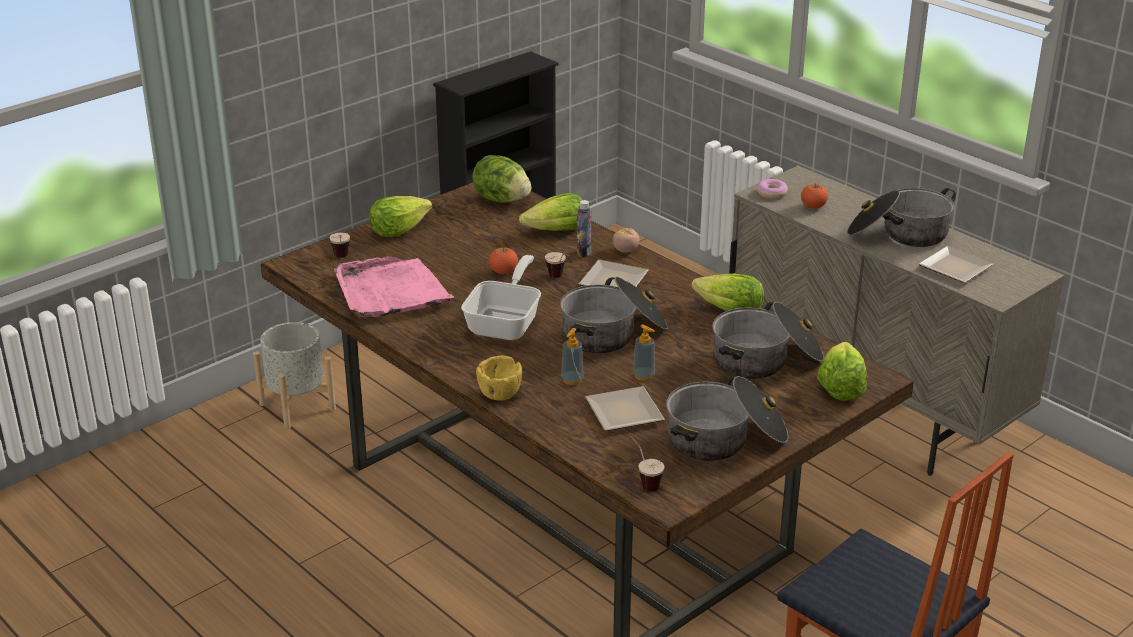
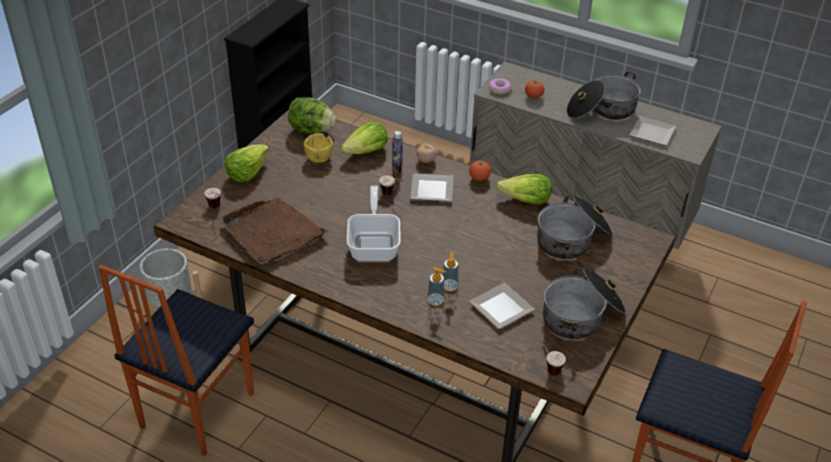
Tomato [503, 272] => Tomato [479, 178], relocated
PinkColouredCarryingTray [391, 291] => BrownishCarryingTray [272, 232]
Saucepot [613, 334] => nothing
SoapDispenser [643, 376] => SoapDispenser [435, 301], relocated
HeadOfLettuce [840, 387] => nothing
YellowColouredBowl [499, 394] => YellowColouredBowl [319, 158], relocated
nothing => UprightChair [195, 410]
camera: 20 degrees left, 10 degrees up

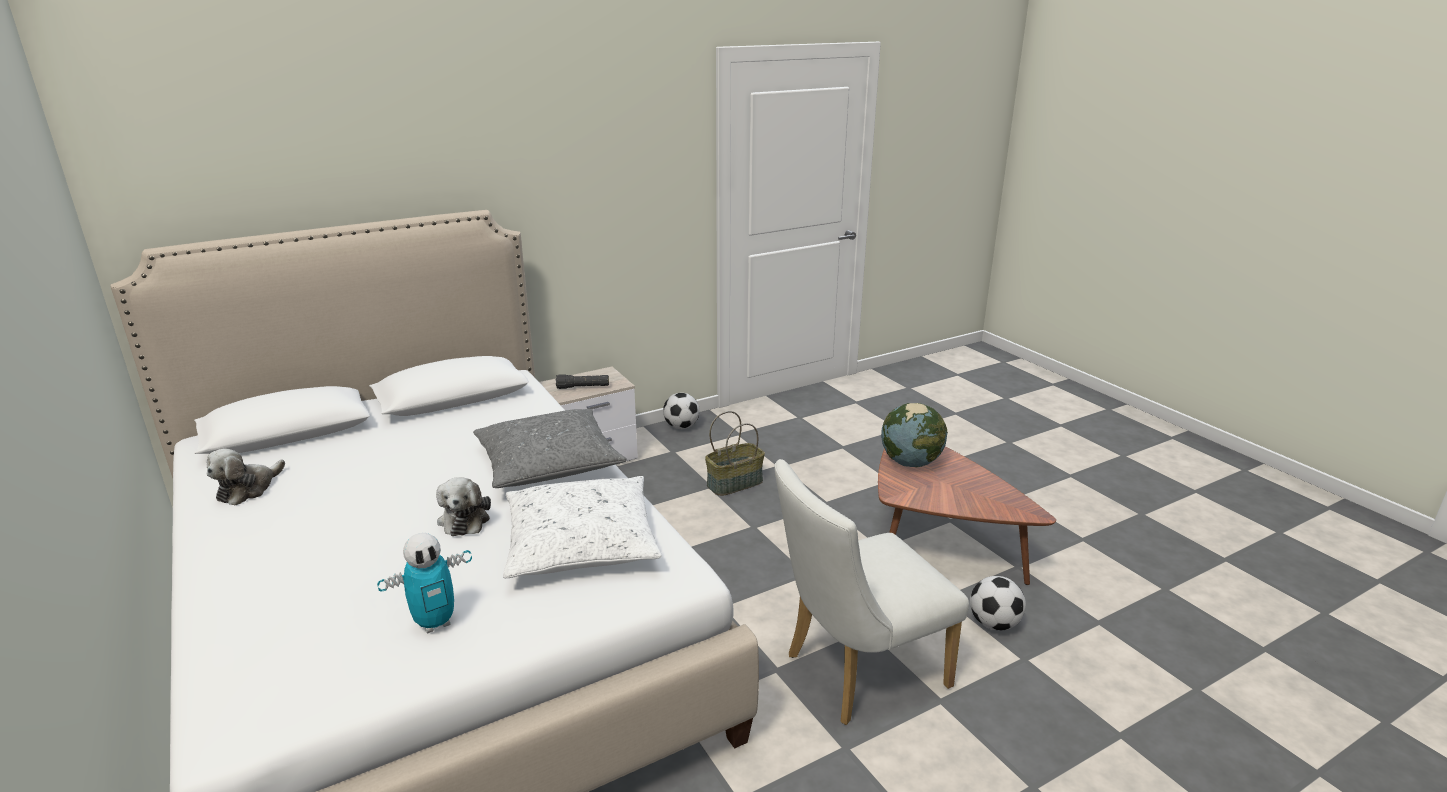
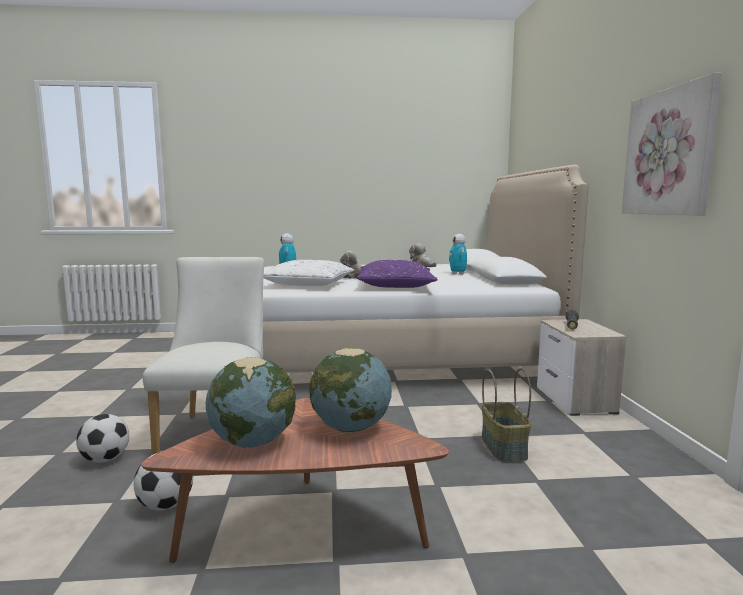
BallForFootball [681, 427] => BallForFootball [105, 459], relocated
GreyishCushion [548, 463] => PurpleColouredCushion [395, 285]
nothing => WallArt [669, 152]
nothing => ModelRobot [457, 274]
nothing => Globe [253, 442]
camera: 115 degrees right, 15 degrees down

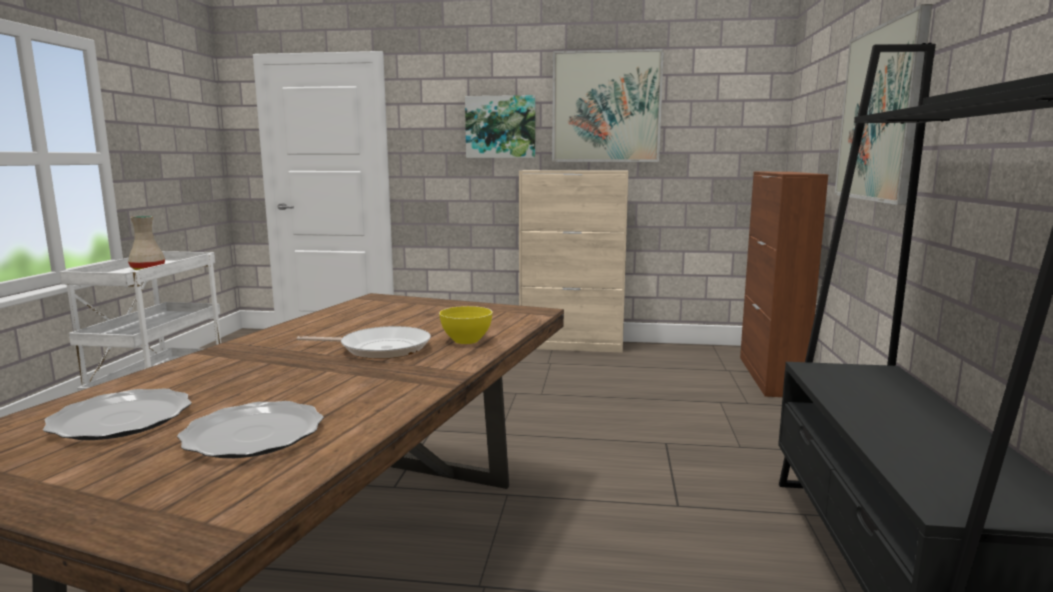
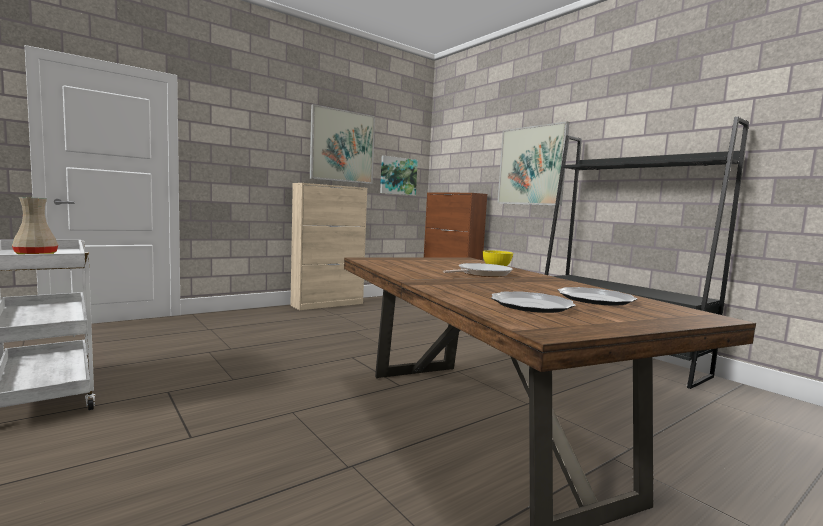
WallArt [500, 127] => WallArt [398, 176], relocated
camera: 45 degrees left, 5 degrees down

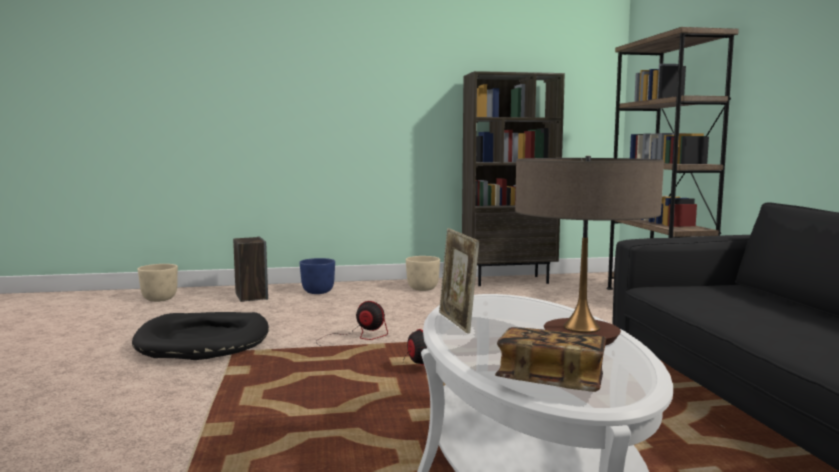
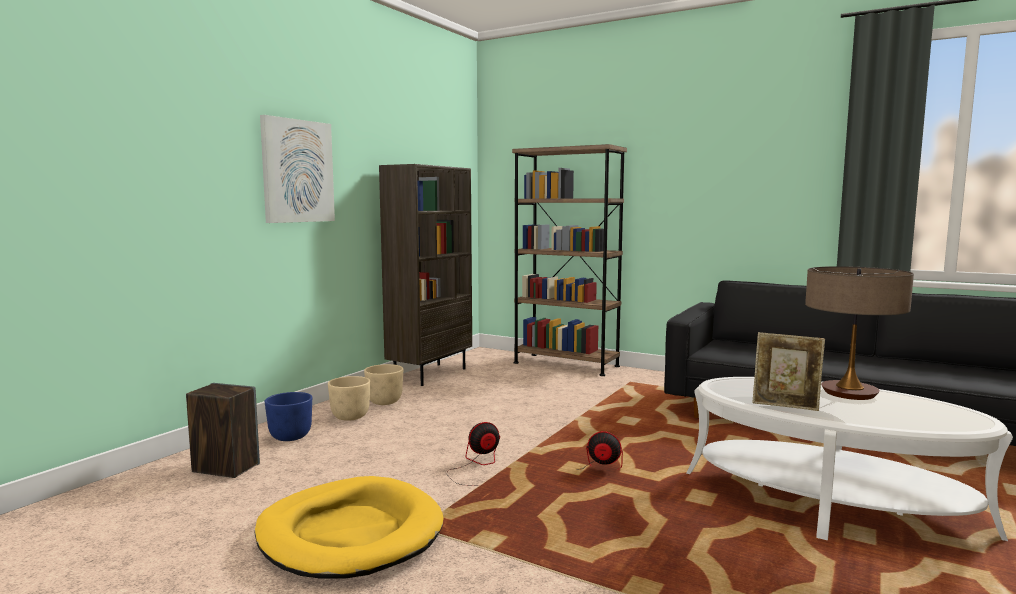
SandColouredPlanter [159, 299] => SandColouredPlanter [351, 417], relocated
BlackishPetBed [204, 341] => YellowColouredPetBed [350, 533]
Volume [551, 383] => nothing
nothing => WallArt [297, 171]
camera: 50 degrees left, 0 degrees up

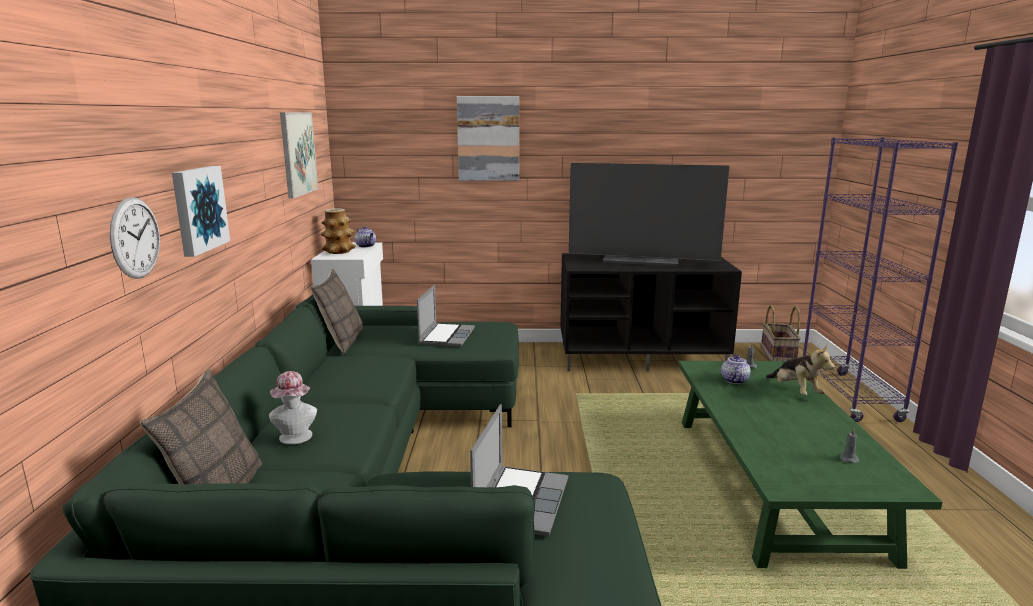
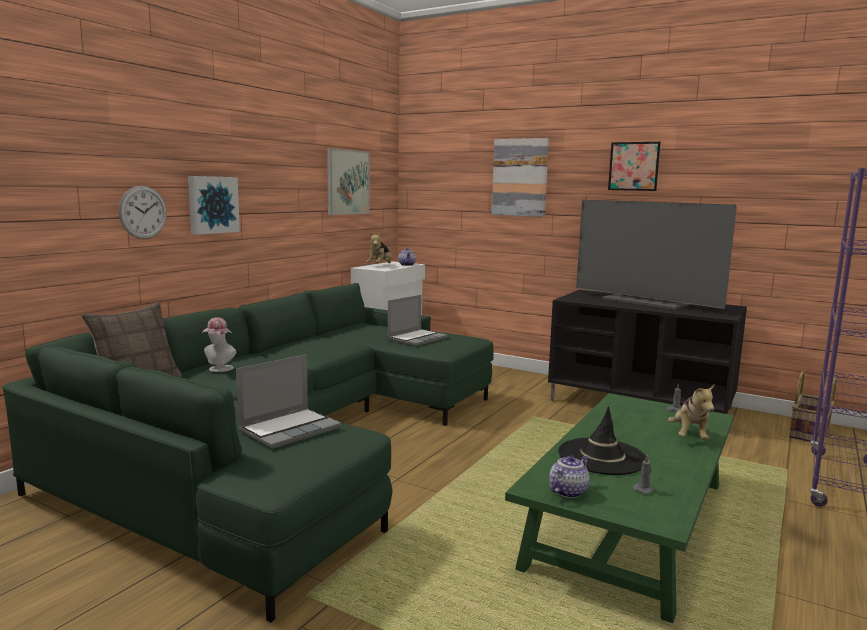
FlowerVase [339, 251] => CuddlyToy [380, 265]
Cushion [341, 342] => nothing
Teapot [734, 380] => Teapot [568, 491], relocated
nothing => WallArt [633, 166]
nothing => BlackishClothingHat [601, 456]
camera: 30 degrees right, 5 degrees down

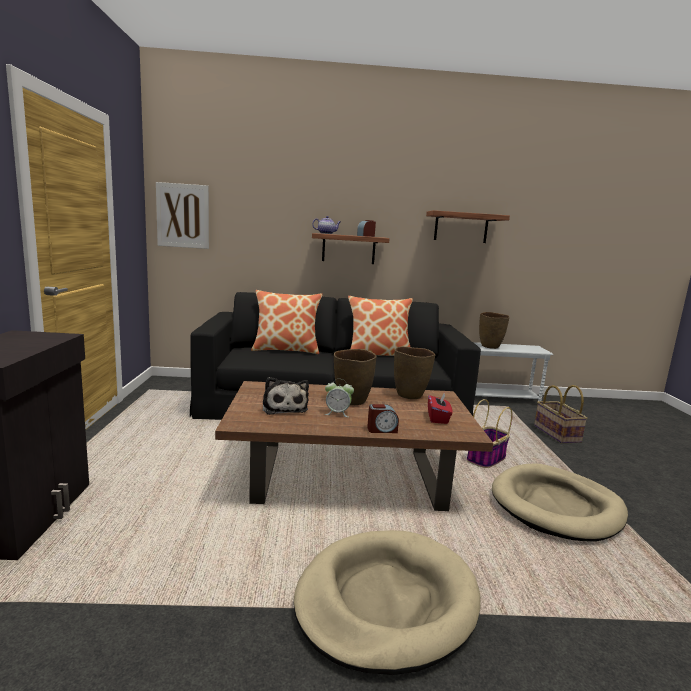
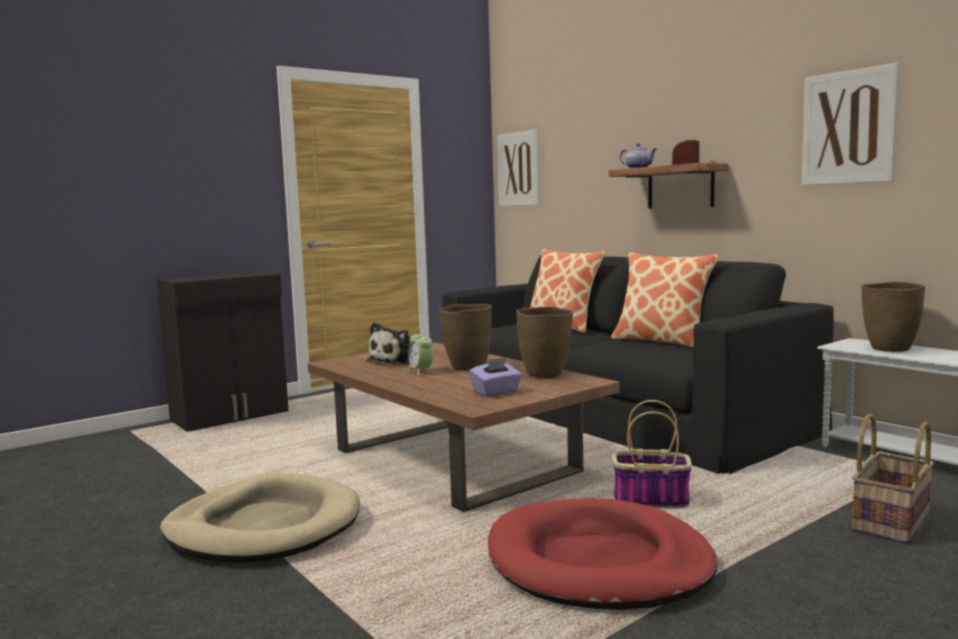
Shelf [461, 227] => WallArt [848, 127]
RedColouredTissueBox [438, 418] => PurpleColouredTissueBox [496, 392]
BedsideClock [382, 430] => nothing
SandColouredPetBed [556, 506] => RedColouredPetBed [598, 562]
camera: 55 degrees right, 5 degrees down

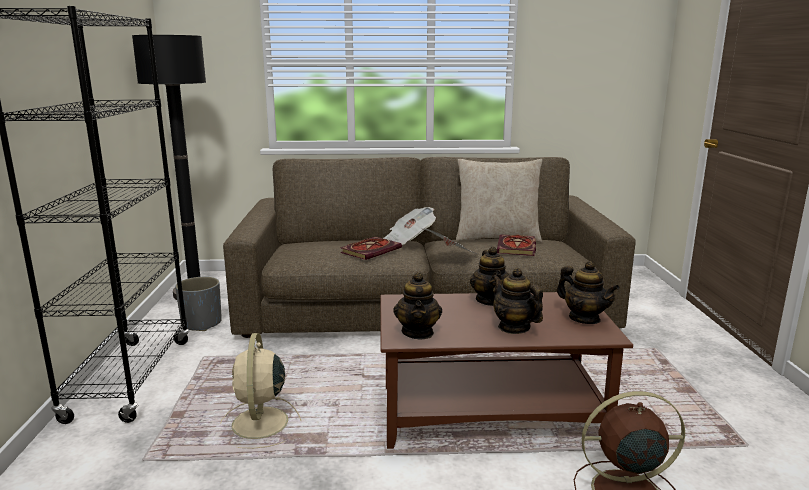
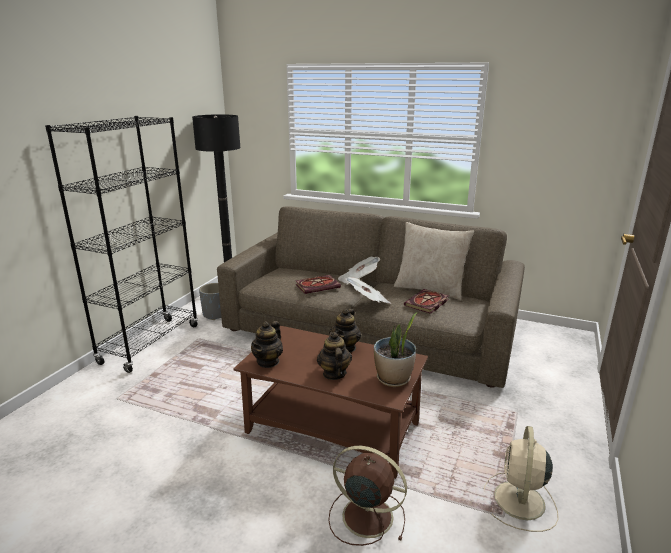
Teapot [584, 318] => Houseplant [393, 379]
SandColouredCoolingFan [260, 425] => SandColouredCoolingFan [519, 502], relocated
camera: 25 degrees right, 5 degrees up

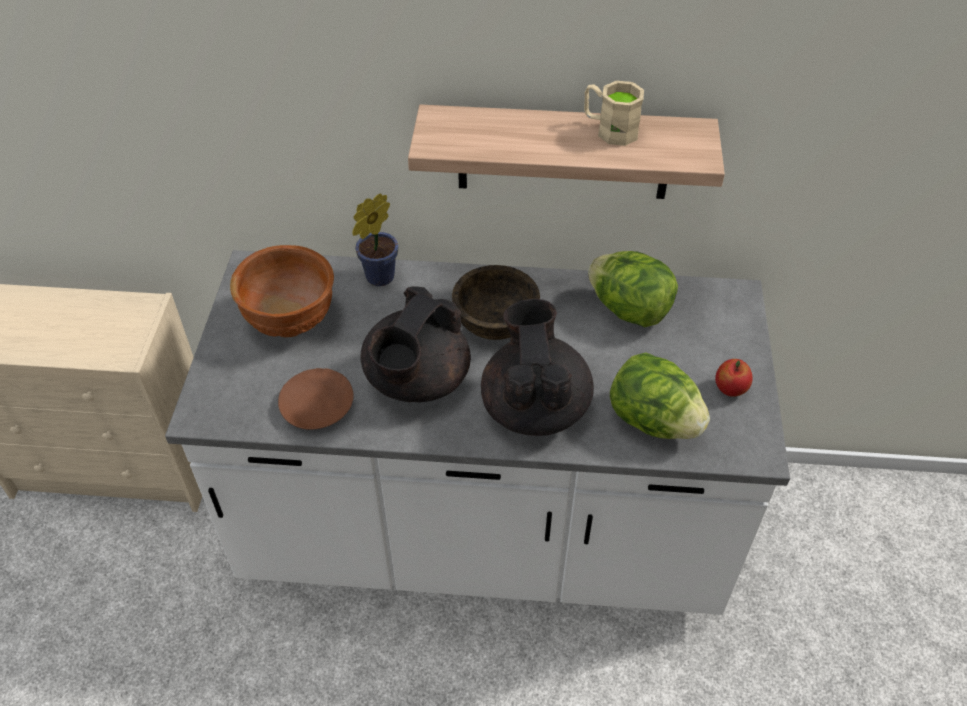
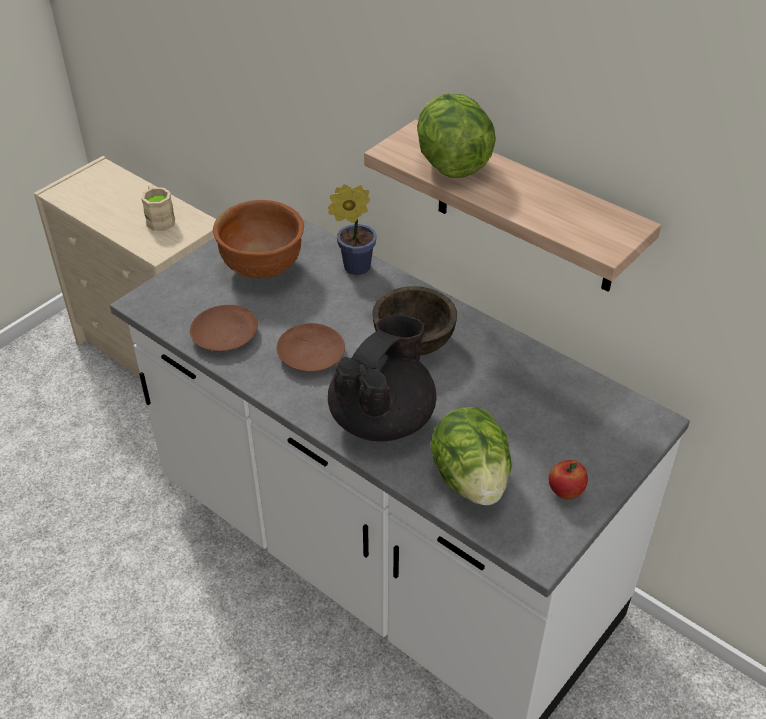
SandColouredTeaMug [609, 130] => SandColouredTeaMug [159, 218], relocated
HeadOfLettuce [629, 310] => HeadOfLettuce [451, 164], relocated
BlackishTeapot [416, 381] => BrownishDinnerPlate [311, 354]
camera: 35 degrees right, 5 degrees down

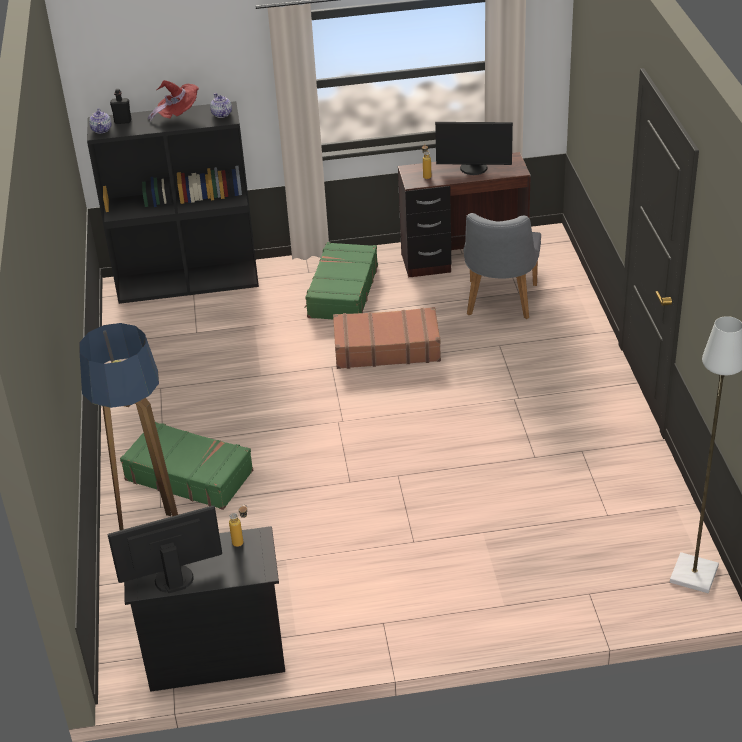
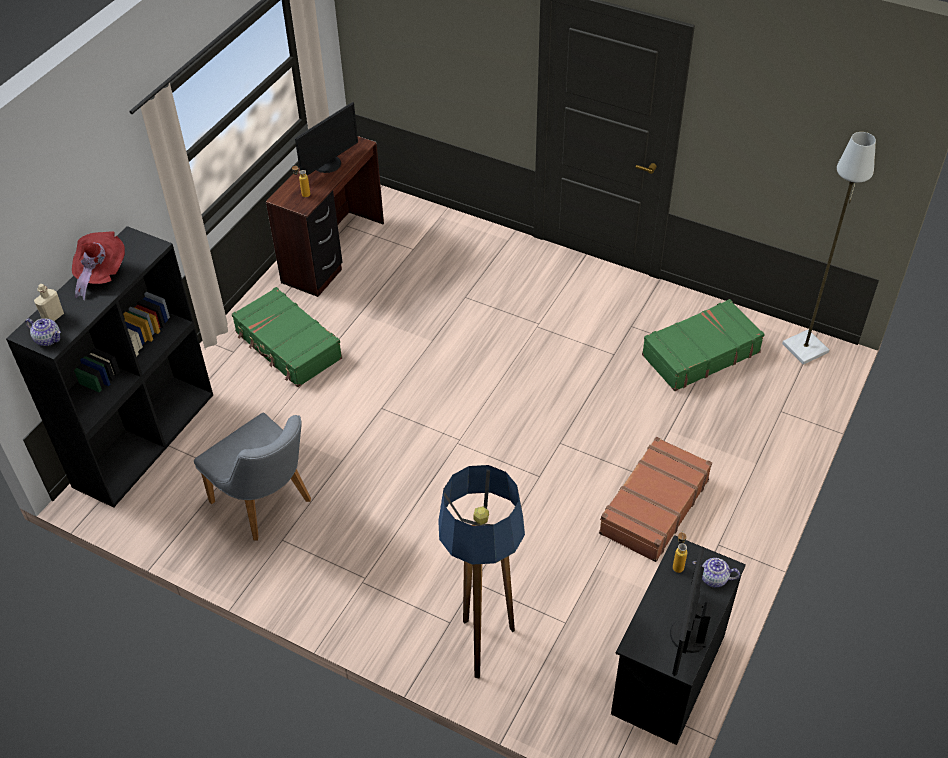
BlackishDrinkBottle [123, 121] => SandColouredDrinkBottle [53, 317]
Teapot [221, 114] => Teapot [714, 578], relocated
GreyishUprightChair [499, 304] => GreyishUprightChair [267, 505], relocated
BrownishSuitcase [386, 348] => BrownishSuitcase [653, 507], relocated
GreenishSuitcase [189, 475] => GreenishSuitcase [700, 353], relocated
camera: 55 degrees left, 10 degrees up

